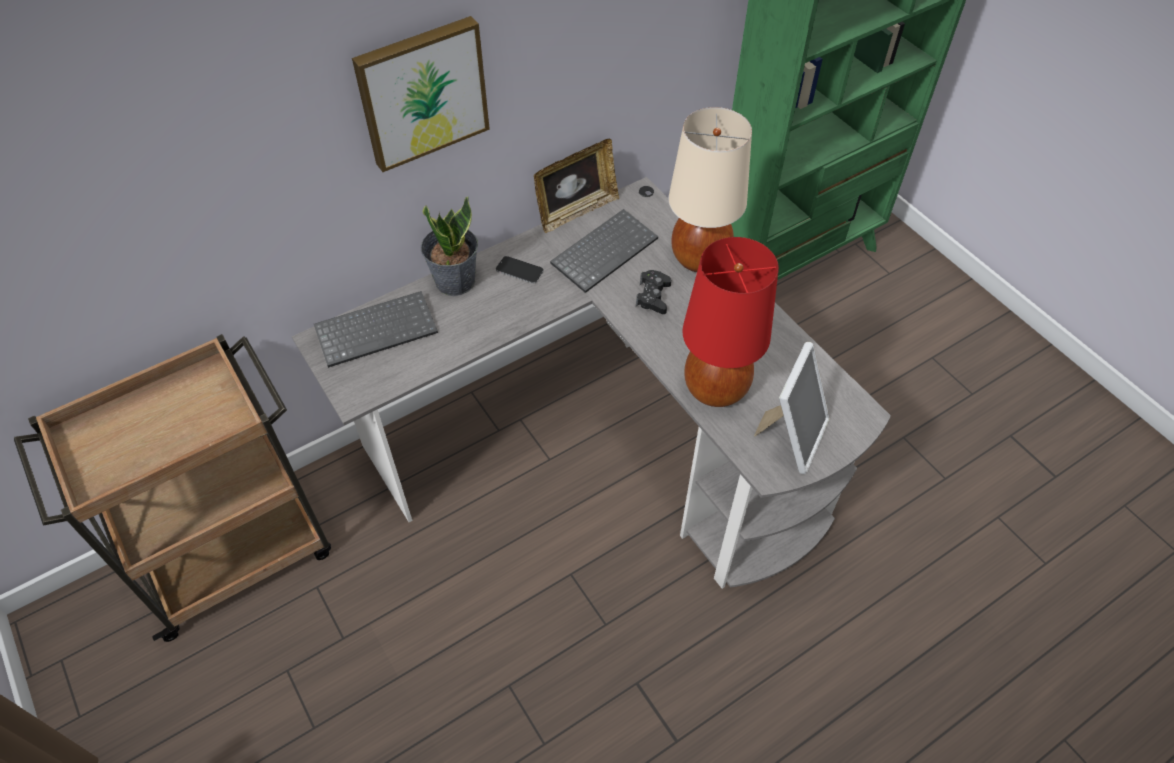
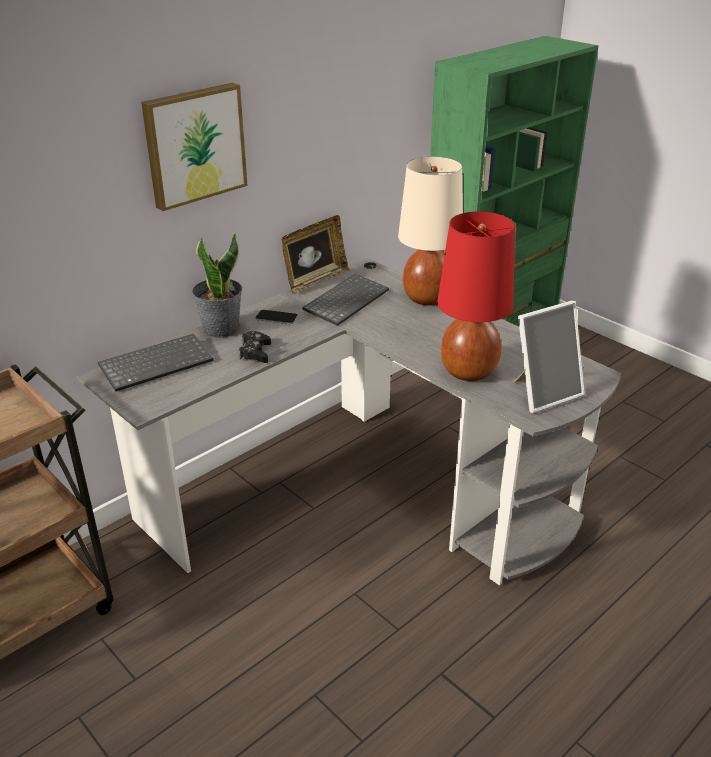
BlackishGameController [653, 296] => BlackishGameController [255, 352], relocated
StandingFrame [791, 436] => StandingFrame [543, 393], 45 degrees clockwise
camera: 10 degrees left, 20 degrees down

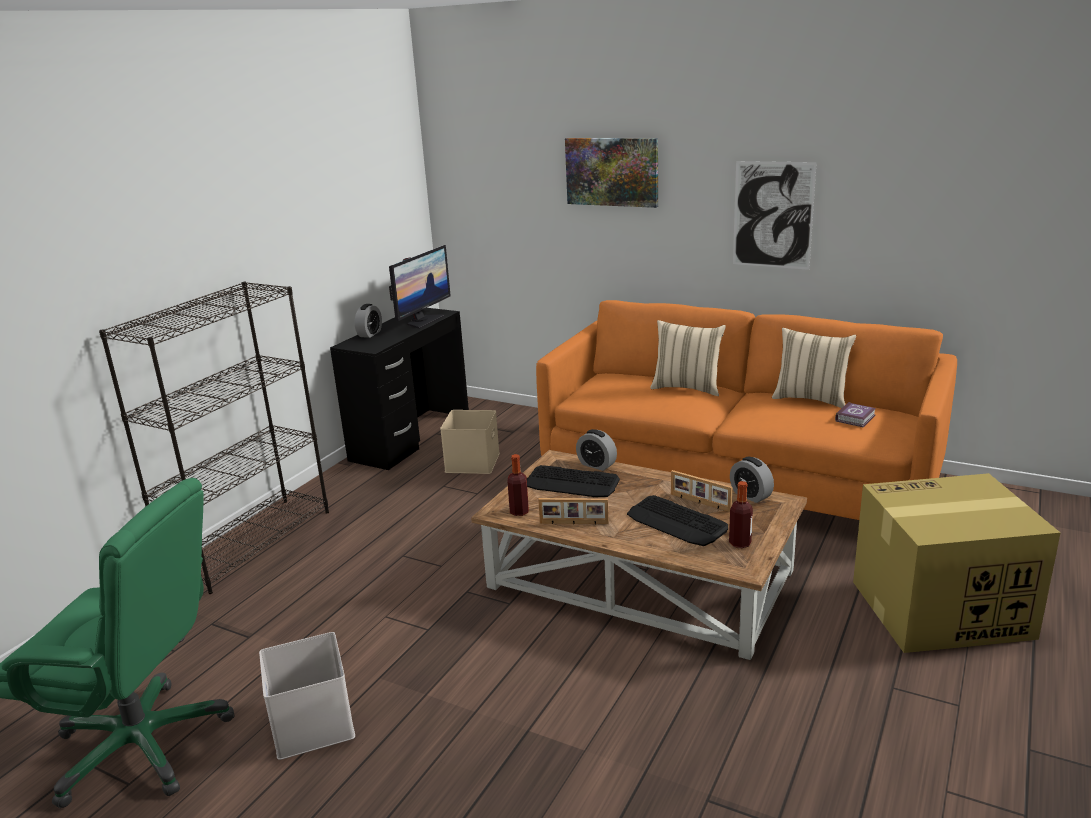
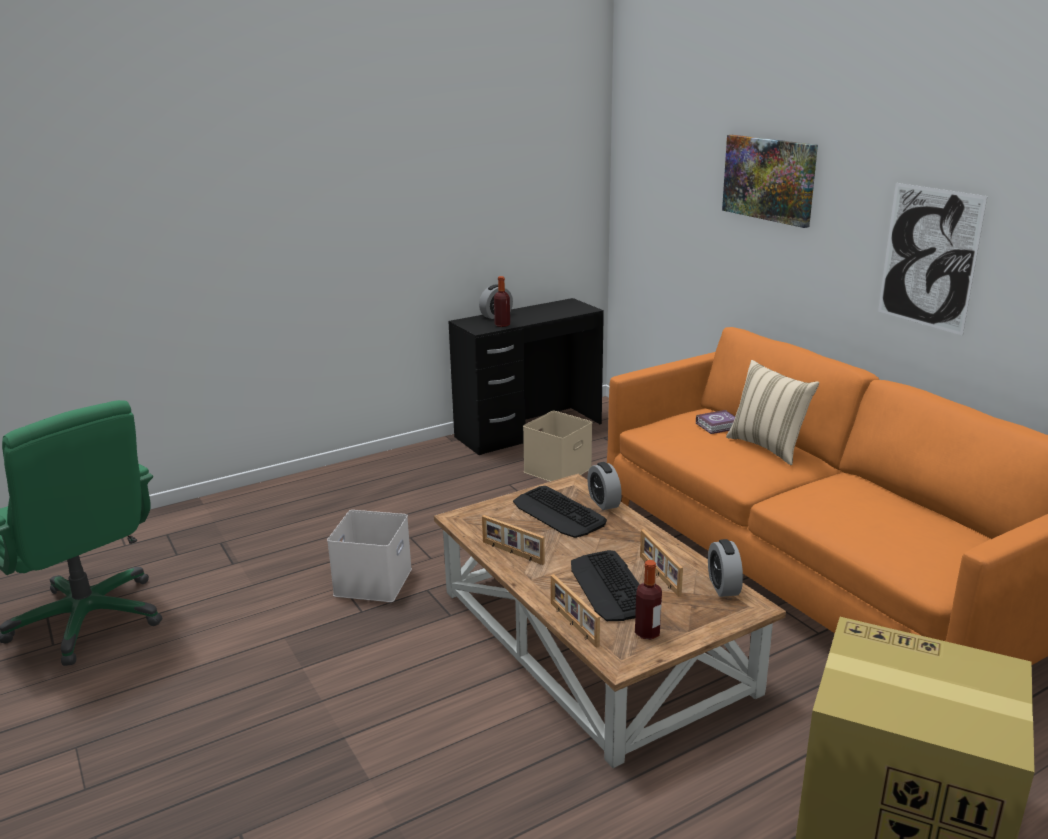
ComputerScreen [423, 321] => nothing
BlackishBookshelf [251, 542] => nothing
SandColouredCushion [811, 399] => nothing
Volume [856, 418] => Volume [719, 426], relocated
DrinkBottle [519, 512] => DrinkBottle [502, 325], relocated
WhiteStorageBox [314, 724] => WhiteStorageBox [374, 582], relocated
nothing => StandingFrame [573, 624]
camera: 30 degrees right, 0 degrees up

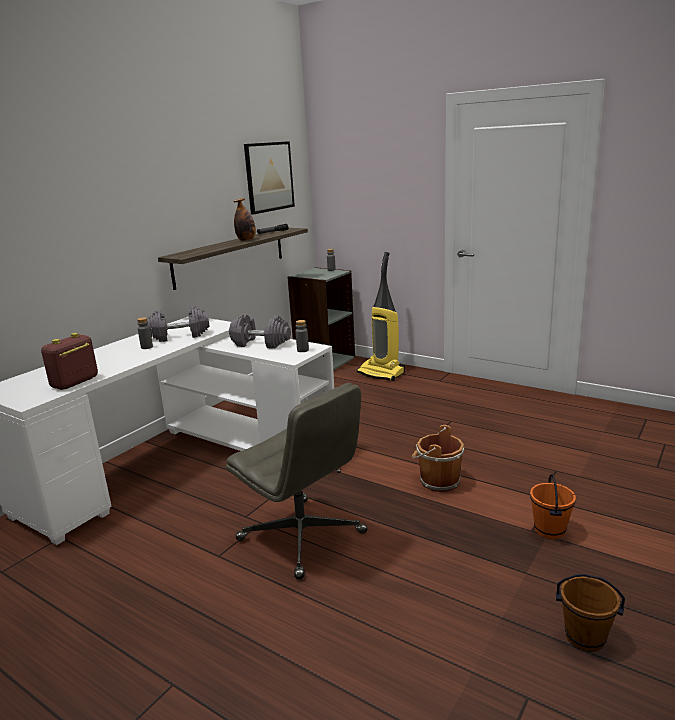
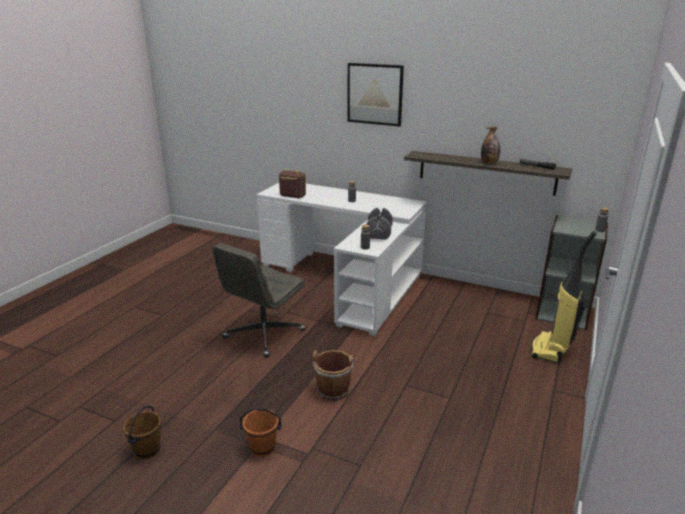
WallArt [269, 177] => WallArt [375, 94], relocated
GreyishHandWeight [179, 336] => nothing
camera: 80 degrees right, 5 degrees up

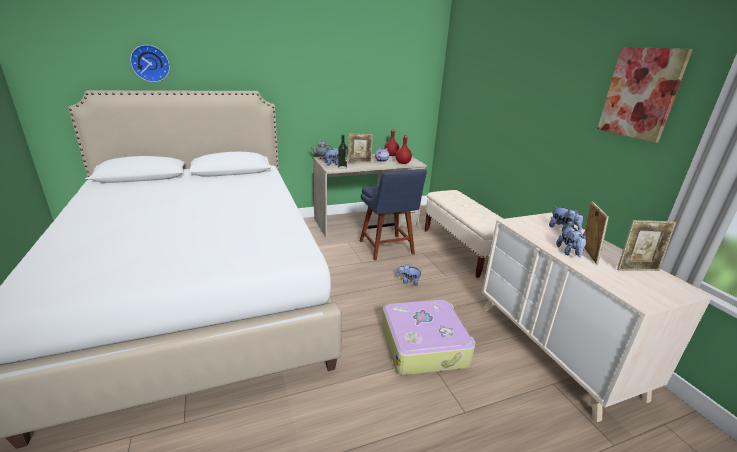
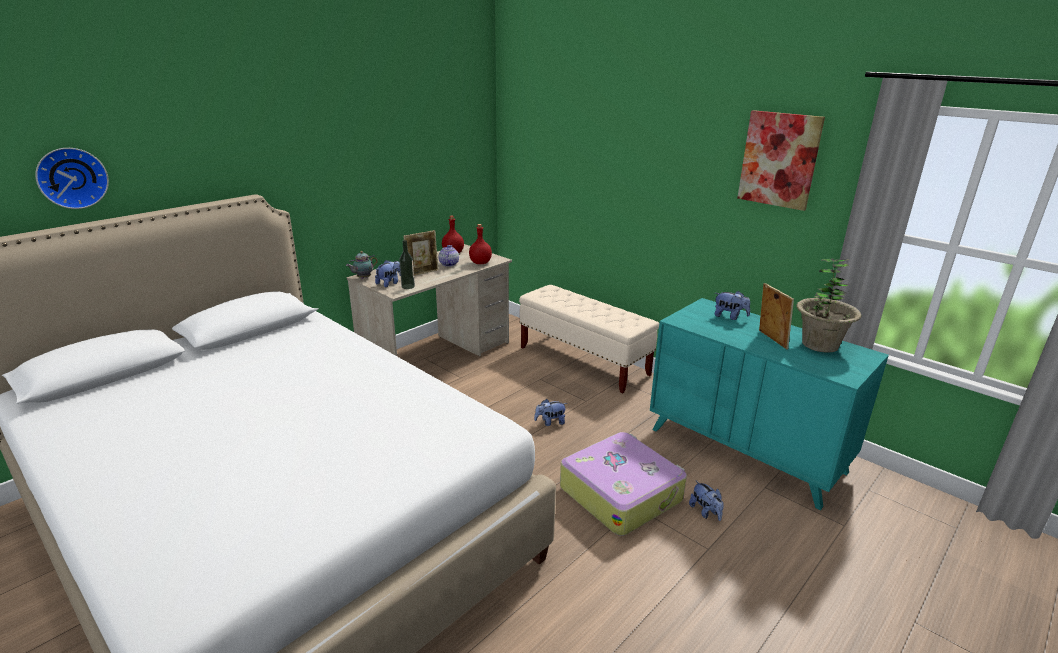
BluishUprightChair [387, 248] => nothing
SandColouredDrawerChest [555, 349] => BlueGreenDrawerChest [746, 450]
StandingFrame [637, 269] => Houseplant [820, 344]
CuddlyToy [569, 252] => CuddlyToy [705, 512], relocated
camera: 25 degrees left, 0 degrees up

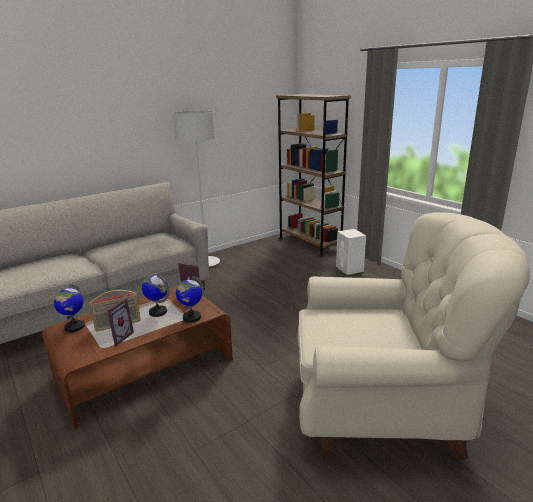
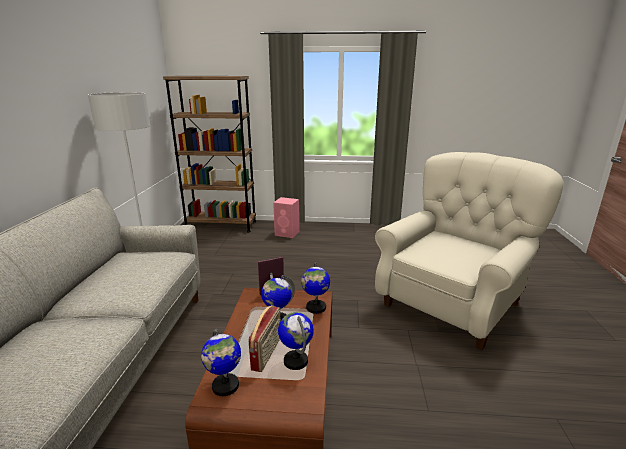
WhiteAudioSpeaker [350, 269] => PinkColouredAudioSpeaker [287, 233]
StandingFrame [119, 337] => Globe [296, 361]
camera: 50 degrees left, 0 degrees up

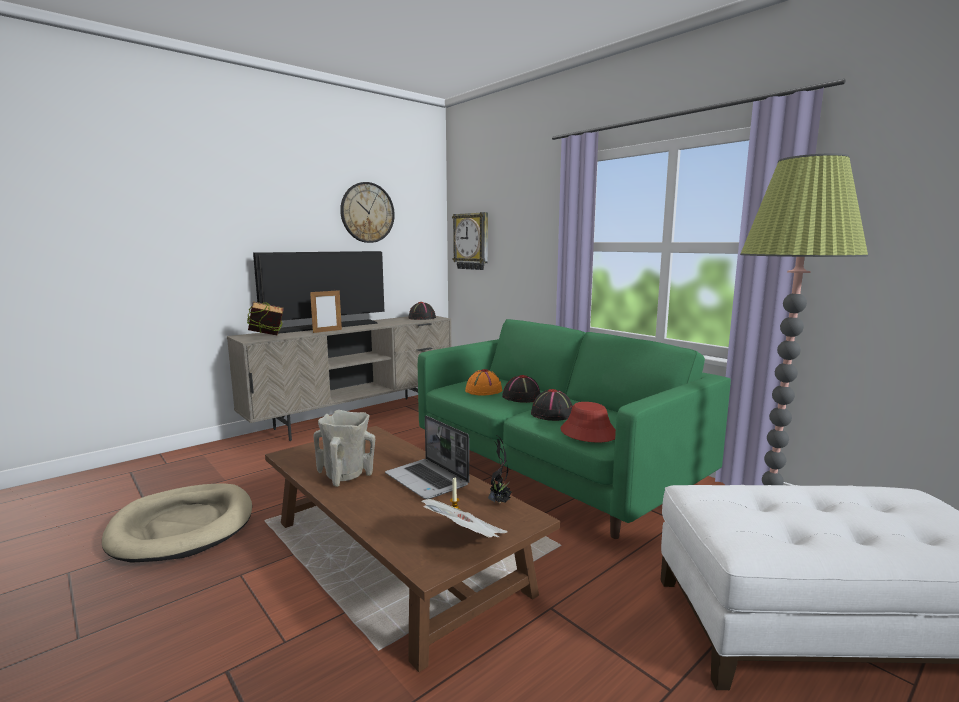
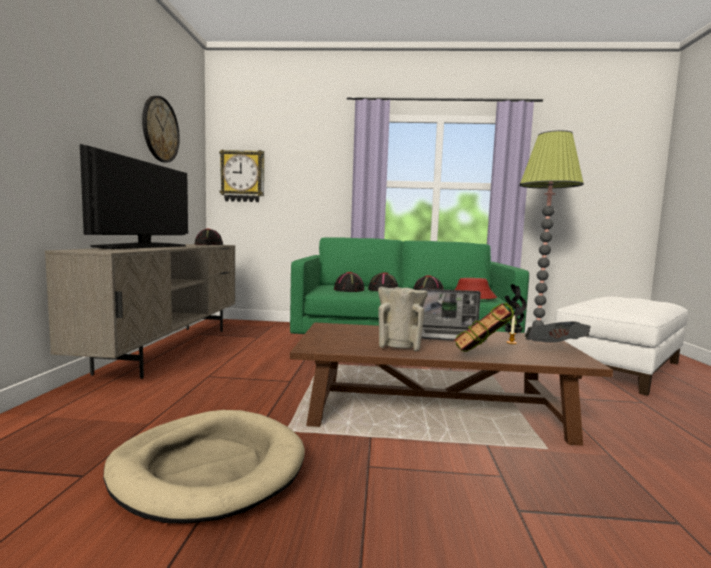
StandingFrame [327, 331] => nothing
Volume [267, 337] => Volume [482, 356], relocated
OrangeClothingHat [483, 391] => BlackishClothingHat [349, 290]
camera: 45 degrees left, 5 degrees down

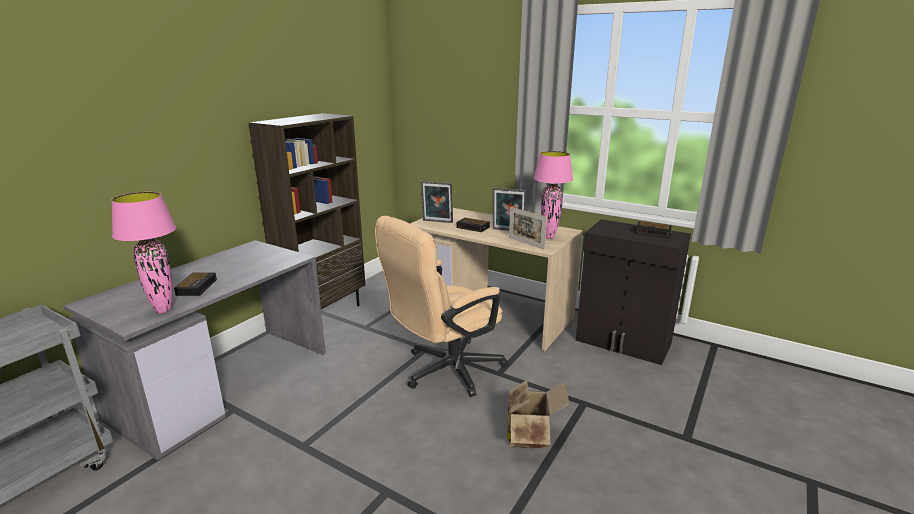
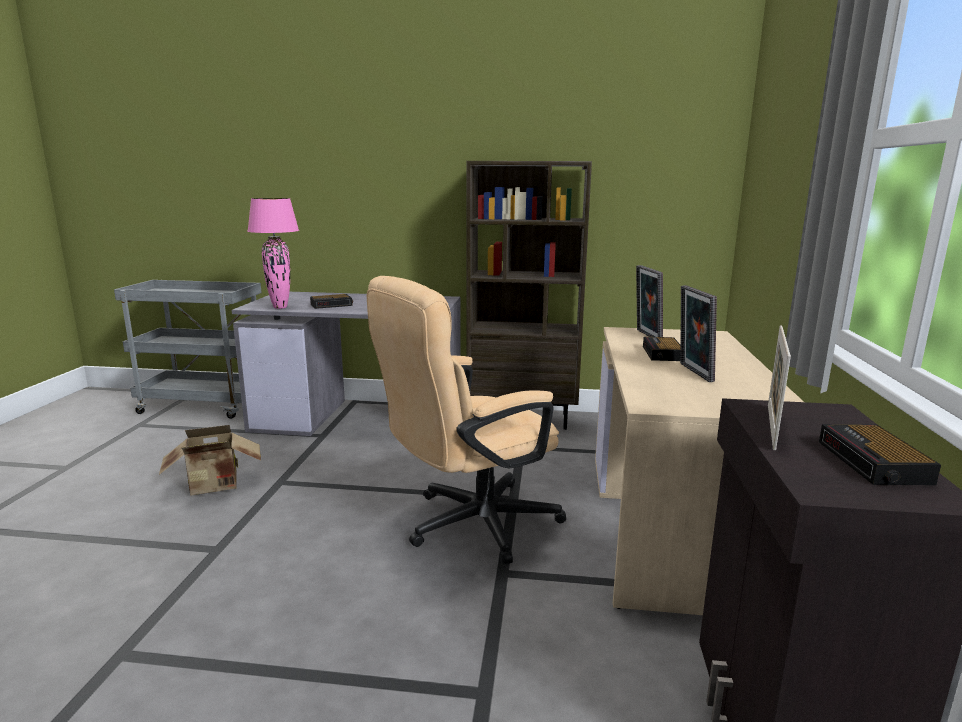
PinkColouredTableLamp [549, 237] => nothing
StandingFrame [526, 243] => StandingFrame [771, 426], relocated
SandColouredOfficeChair [444, 371] => SandColouredOfficeChair [469, 525], 60 degrees counterclockwise
Carton [531, 434] => Carton [216, 486], relocated
camera: 65 degrees right, 5 degrees down

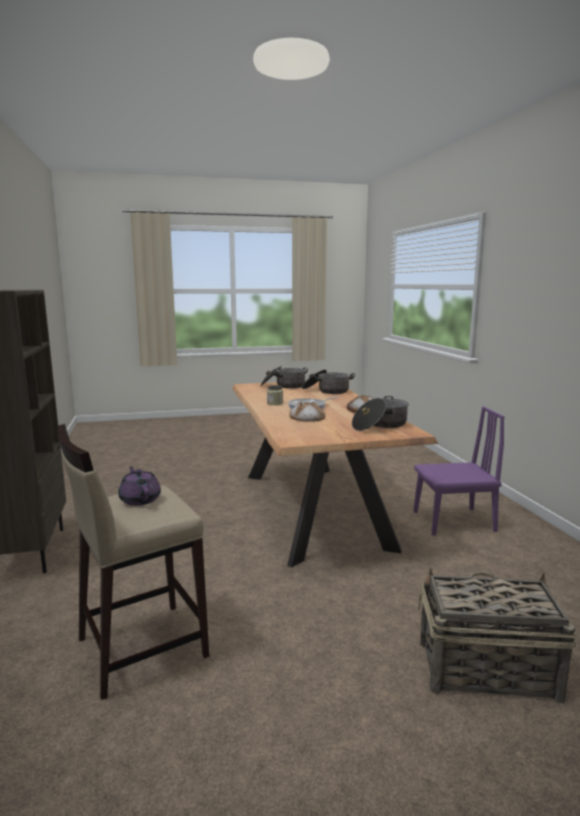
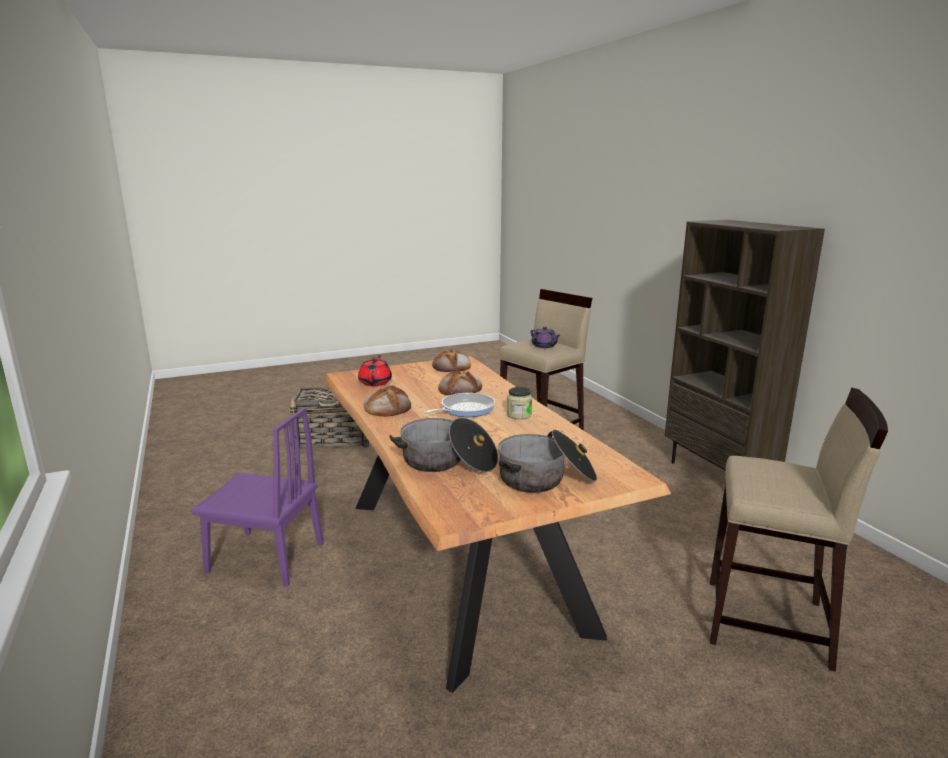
Saucepot [380, 425] => RedColouredTeapot [375, 382]
PurpleColouredUprightChair [453, 521] => PurpleColouredUprightChair [265, 557], 150 degrees counterclockwise
nothing => Bread [452, 367]
nothing => SandColouredSittingStool [768, 623]
camera: 170 degrees right, 5 degrees up

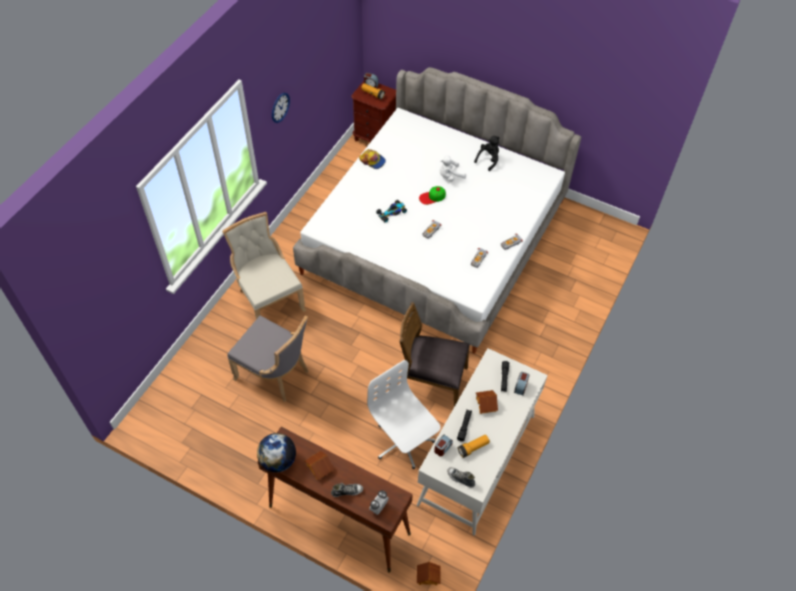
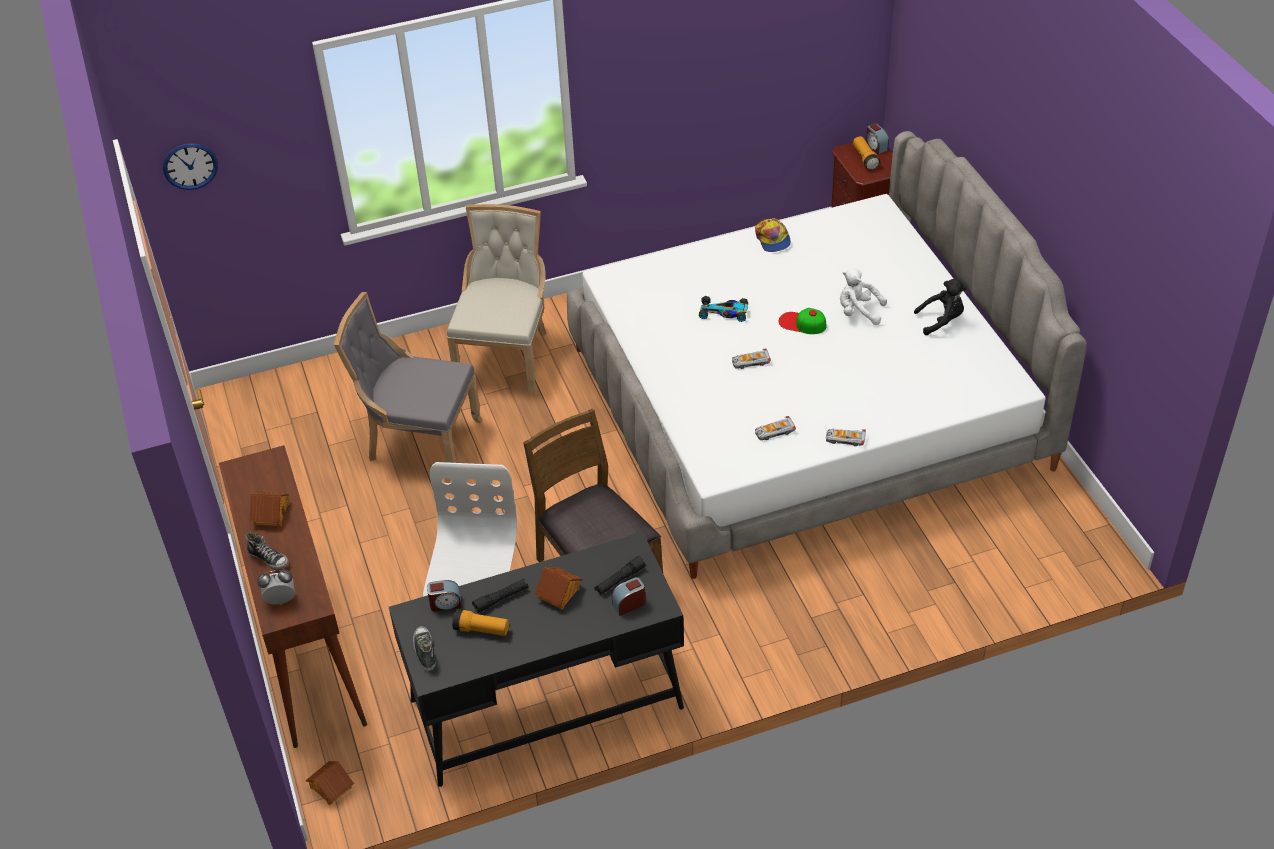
ClockOnTheWall [280, 107] => ClockOnTheWall [190, 166], relocated
GreyishUprightChair [275, 374] => GreyishUprightChair [419, 442], 120 degrees clockwise
WhiteDeskTable [476, 459] => BlackishDeskTable [545, 703]
Globe [278, 460] => nothing
camera: 45 degrees right, 10 degrees down

